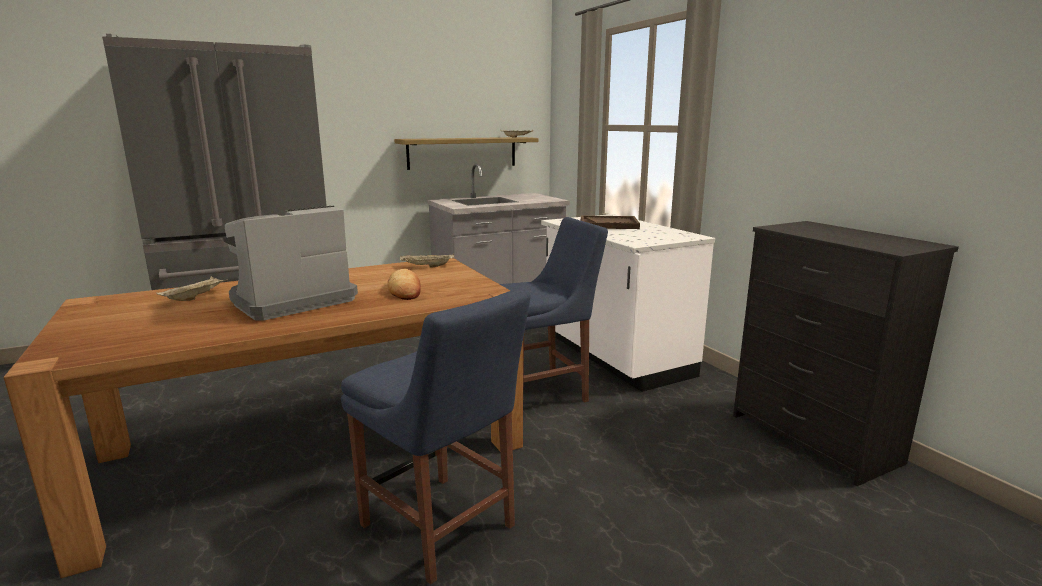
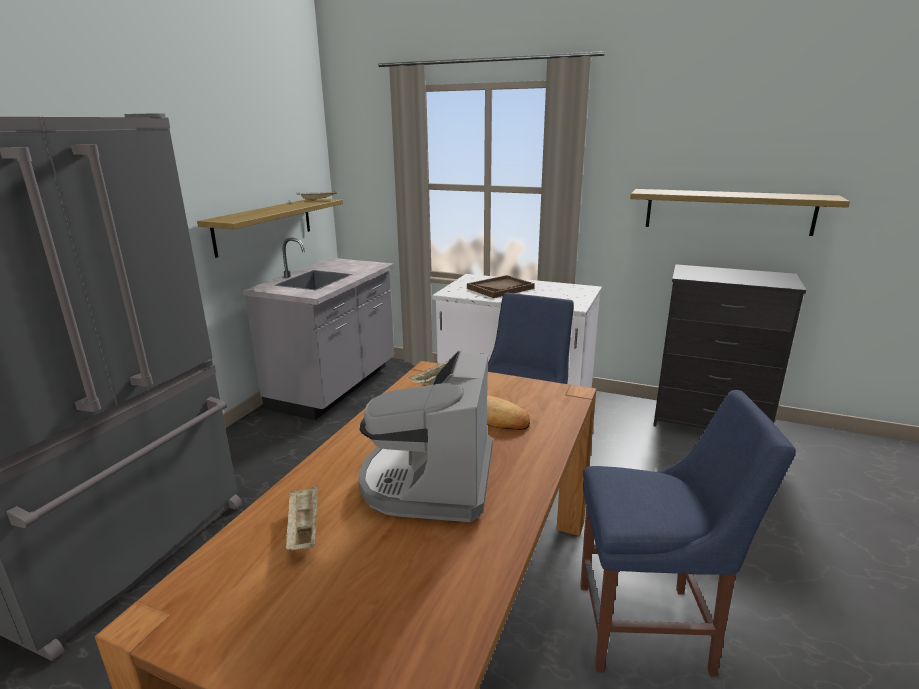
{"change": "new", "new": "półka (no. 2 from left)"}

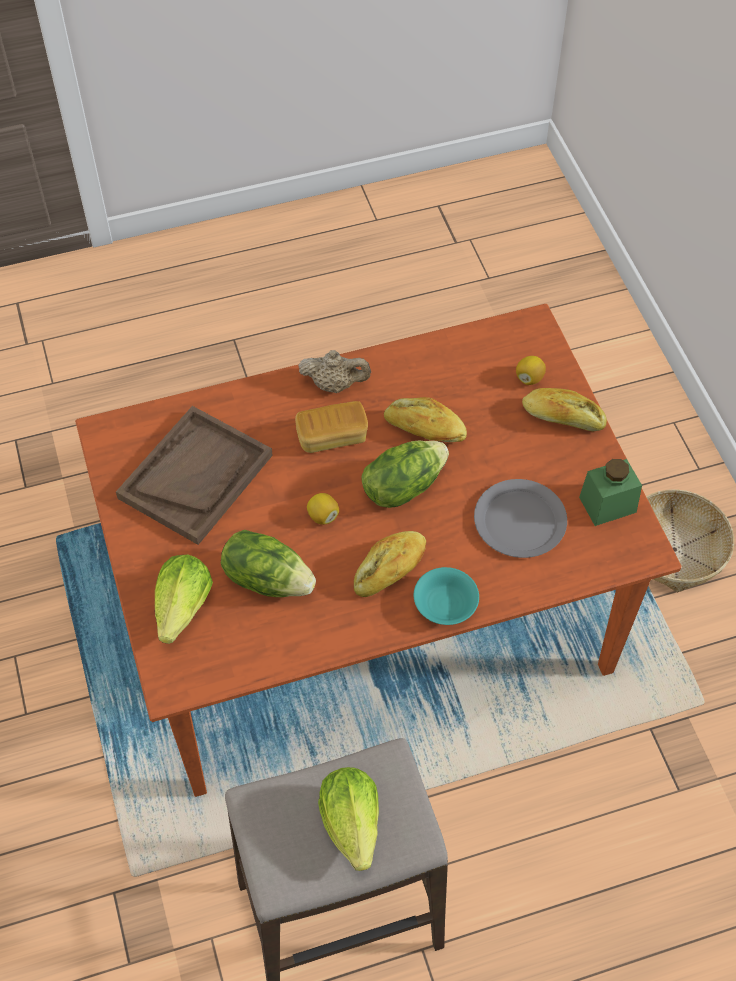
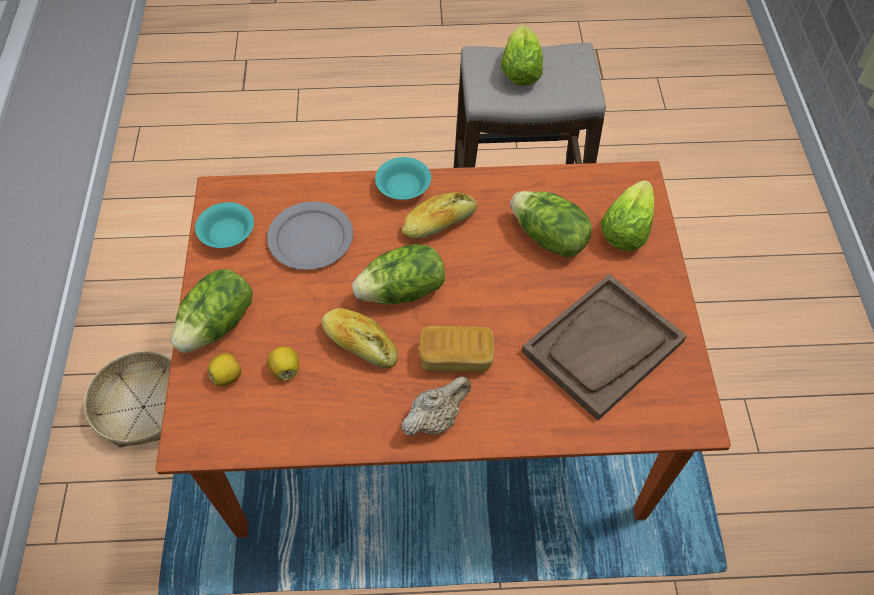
{"change": "rotated", "old": "imbryk (beżowy)", "degrees": 120}
{"change": "swapped", "old": "chleb (no. 4 from left)", "new": "sałata (no. 1 from left)"}
{"change": "swapped", "old": "słoik (zielony)", "new": "miska (turkusowy) (no. 1 from left)"}
{"change": "shifted", "old": "cytryna (no. 1 from left in the first image)", "new": "cytryna (no. 2 from left)"}

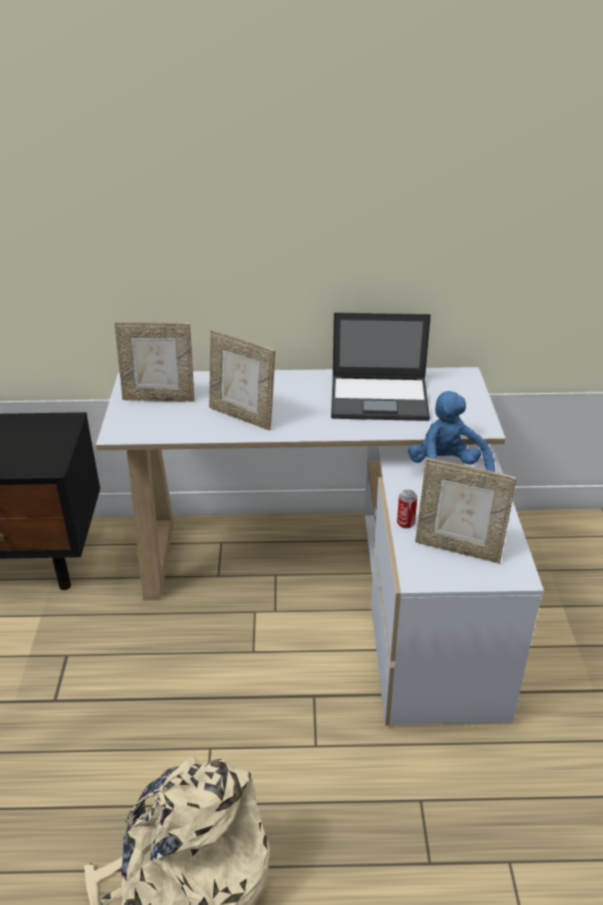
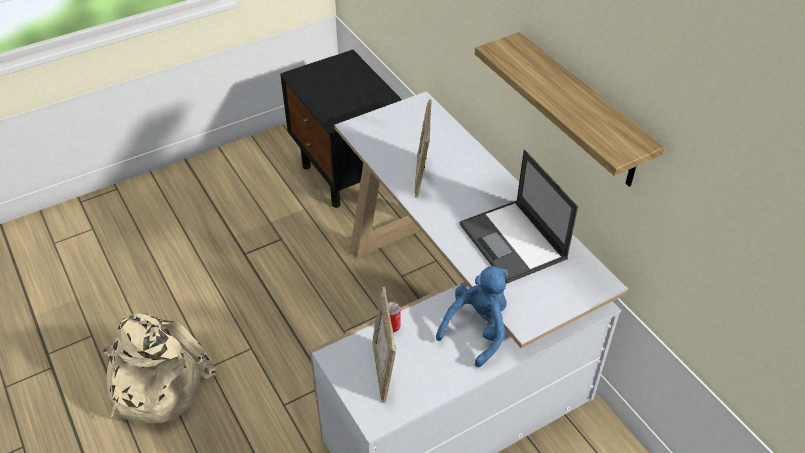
{"change": "gone", "old": "ramka na zdjęcie (no. 1 from left)"}
{"change": "new", "new": "półka"}

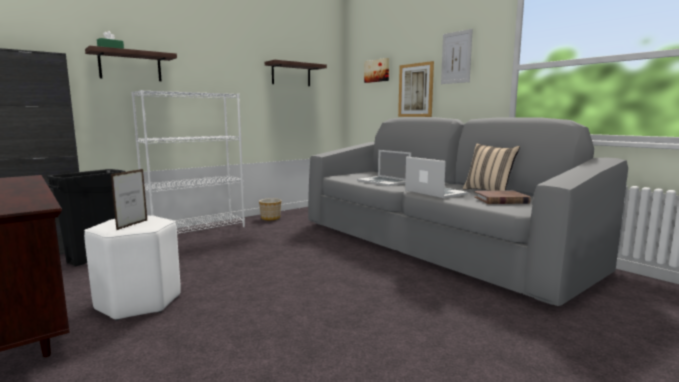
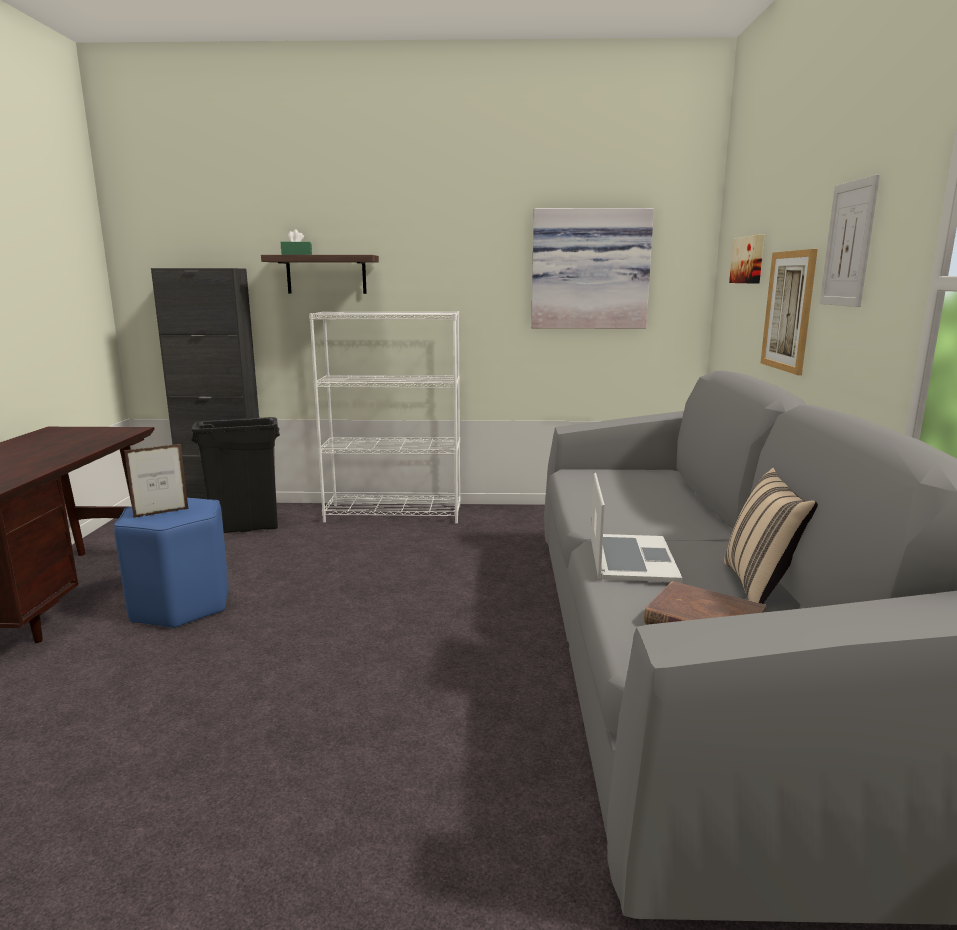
{"change": "swapped", "old": "półka (no. 2 from left)", "new": "obraz (no. 1 from left)"}
{"change": "gone", "old": "laptop (no. 1 from left)"}
{"change": "gone", "old": "donica"}
{"change": "repainted", "old": "stołek (biały)", "new": "stołek (niebieski)"}

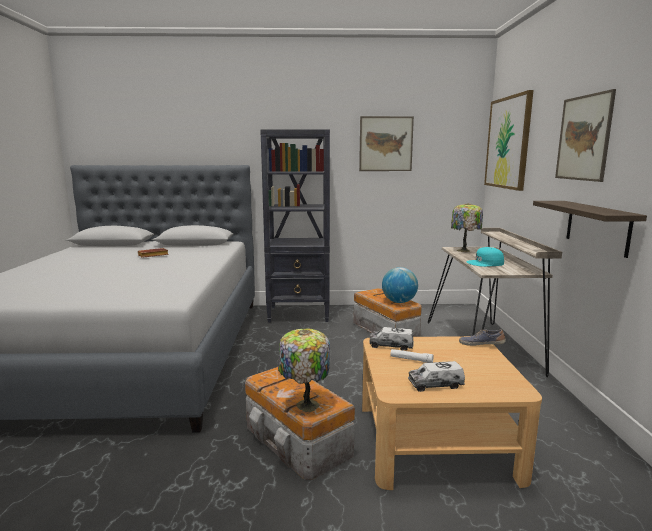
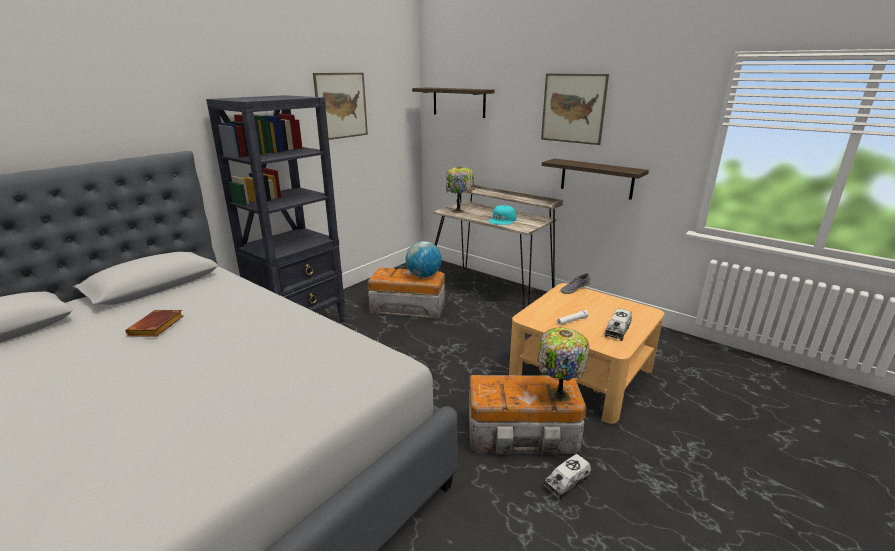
{"change": "swapped", "old": "obraz (no. 2 from left)", "new": "półka (no. 1 from left)"}
{"change": "shifted", "old": "ciężarówka zabawkowa (no. 1 from left)"}

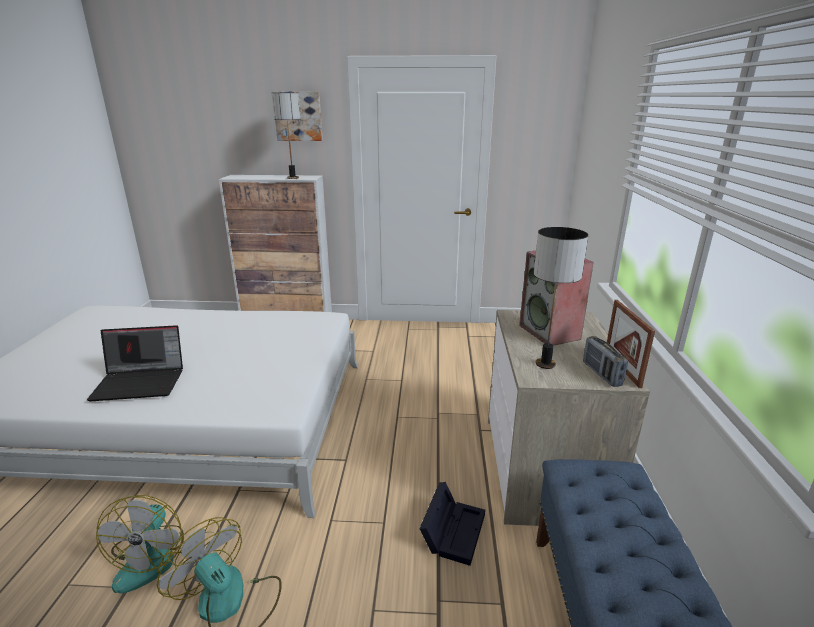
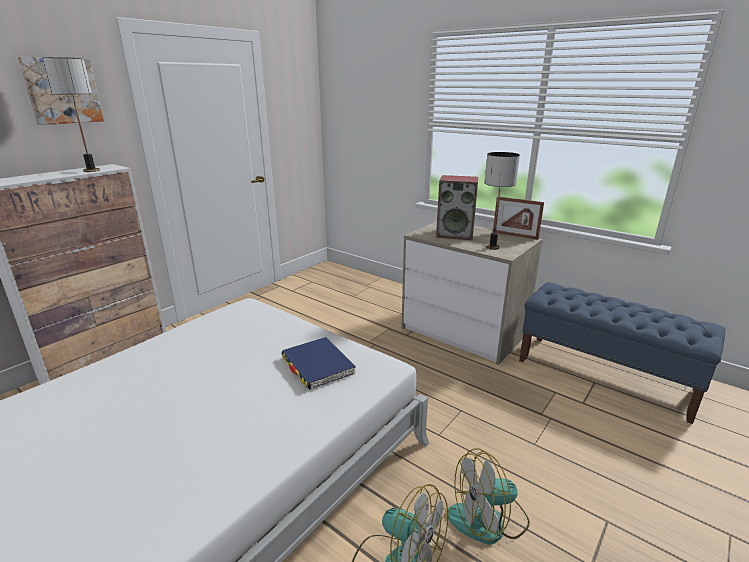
{"change": "gone", "old": "laptop"}
{"change": "gone", "old": "radio"}
{"change": "gone", "old": "pojemnik do przechowywania (czarny)"}
{"change": "new", "new": "książka (niebieski)"}

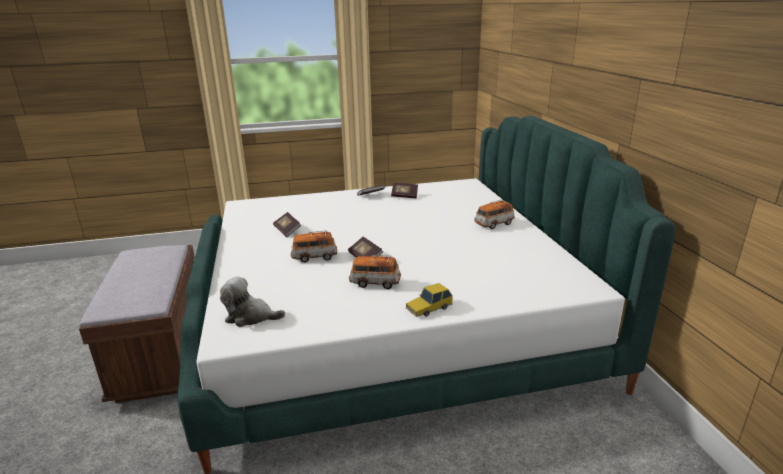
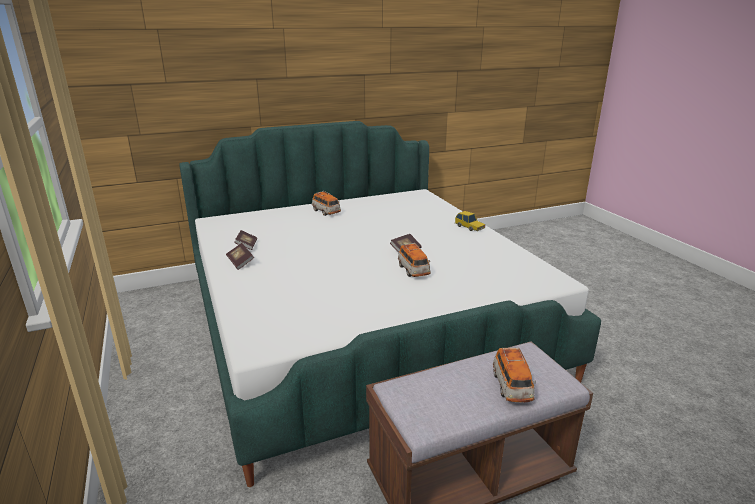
{"change": "gone", "old": "książka (no. 1 from left)"}
{"change": "shifted", "old": "samochodzik (no. 2 from left in the first image)", "new": "samochodzik (no. 4 from left)"}
{"change": "gone", "old": "pluszak"}

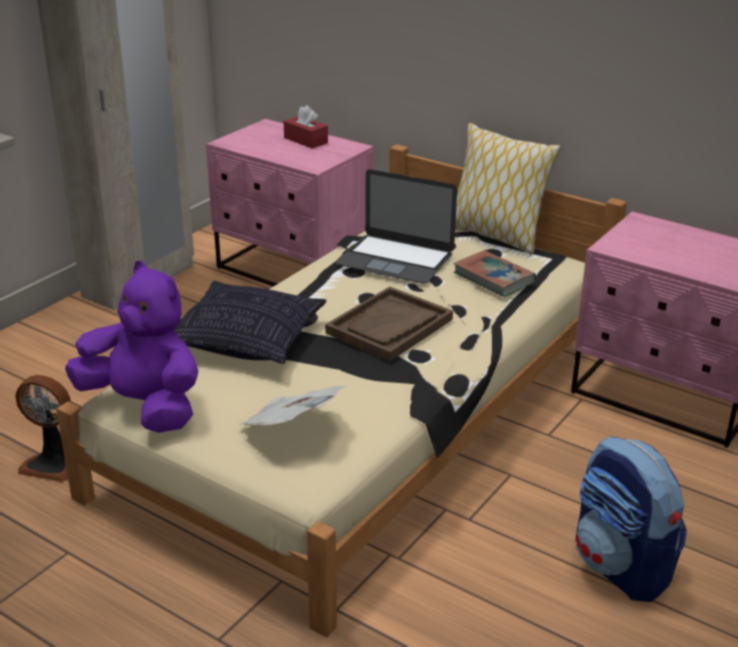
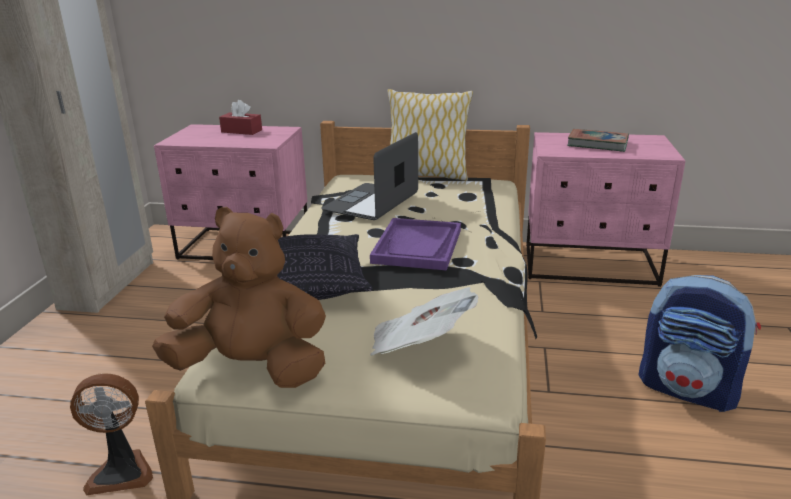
{"change": "rotated", "old": "laptop", "degrees": 120}
{"change": "shifted", "old": "książka"}
{"change": "repainted", "old": "pluszak (fioletowy)", "new": "pluszak (brązowy)"}
{"change": "repainted", "old": "taca (brązowy)", "new": "taca (fioletowy)"}

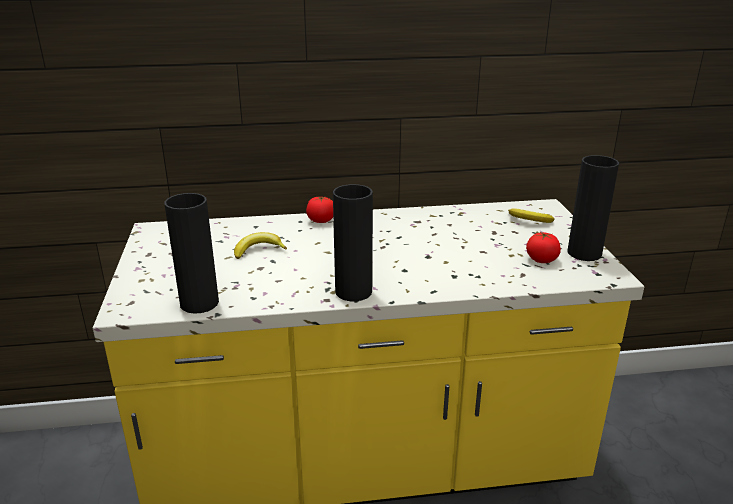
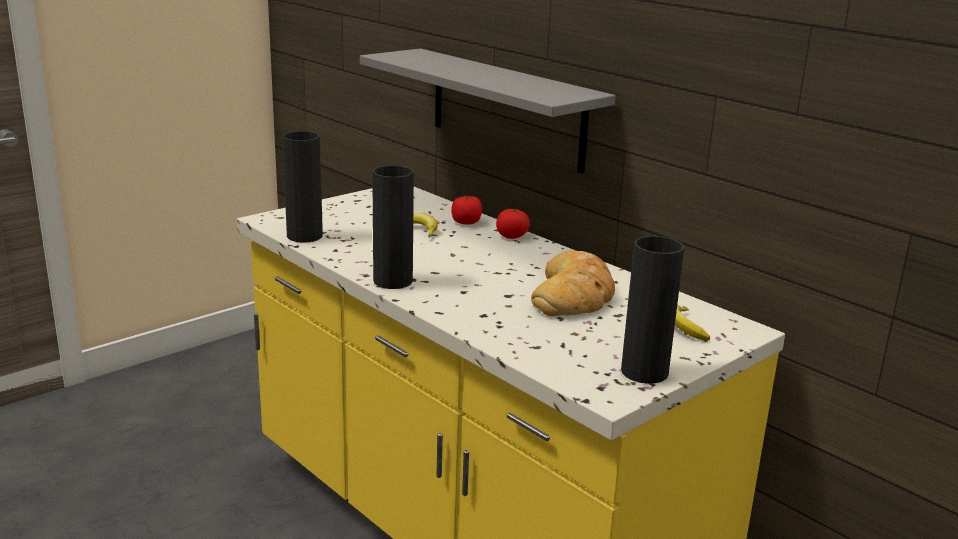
{"change": "shifted", "old": "pomidor (no. 2 from left in the first image)", "new": "pomidor (no. 1 from left)"}
{"change": "new", "new": "półka (szary)"}
{"change": "new", "new": "chleb"}

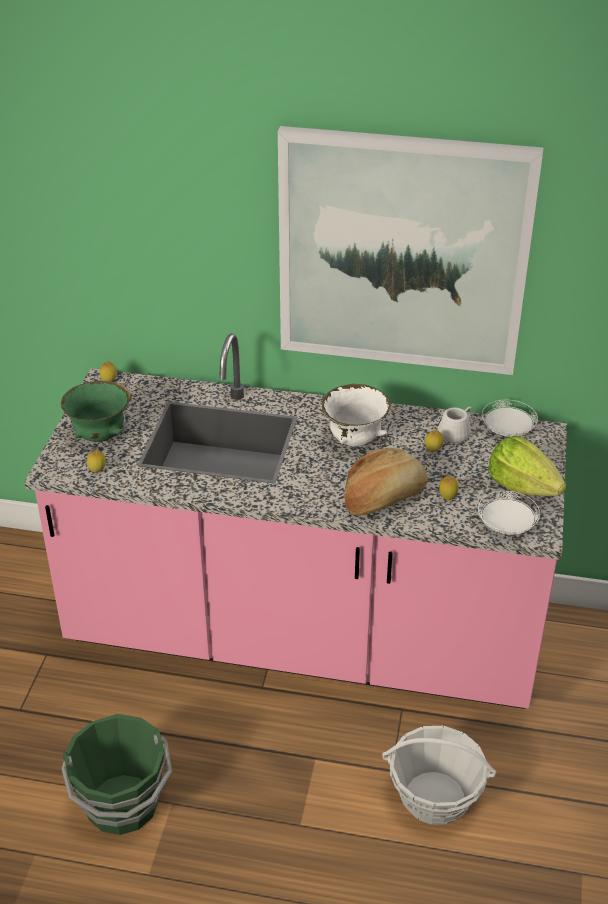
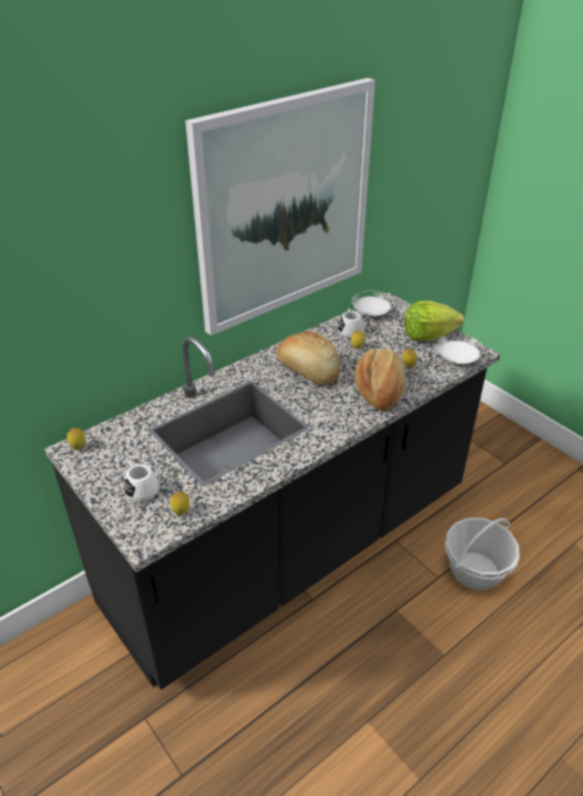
{"change": "repainted", "old": "zabudowa kuchenna (różowy)", "new": "zabudowa kuchenna (czarny)"}
{"change": "swapped", "old": "miska (zielony)", "new": "kubek (biały) (no. 1 from left)"}
{"change": "swapped", "old": "miska (biały)", "new": "chleb (no. 1 from left)"}
{"change": "gone", "old": "wiadro (zielony)"}

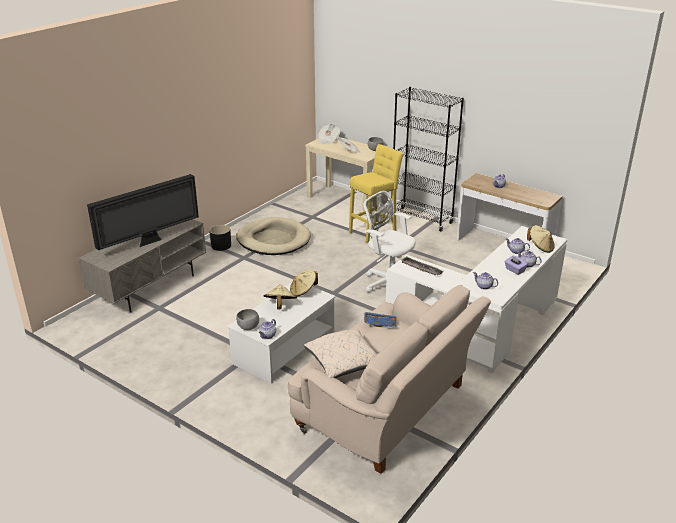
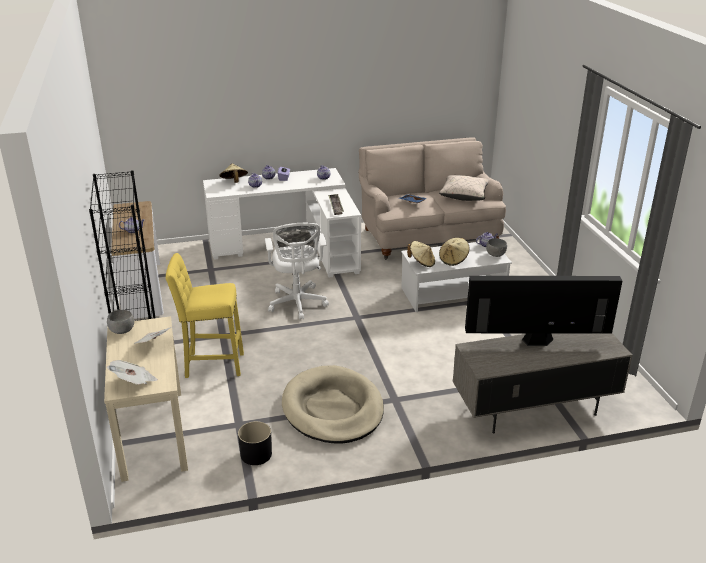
{"change": "shifted", "old": "donica (czarny)"}

